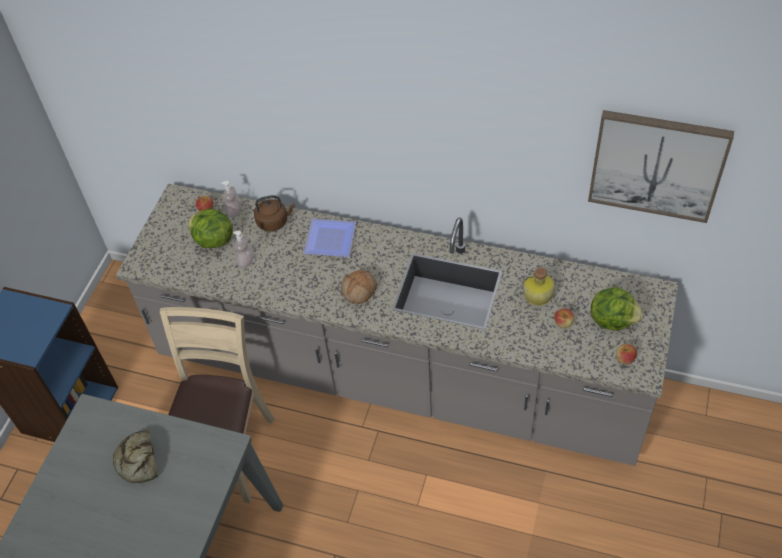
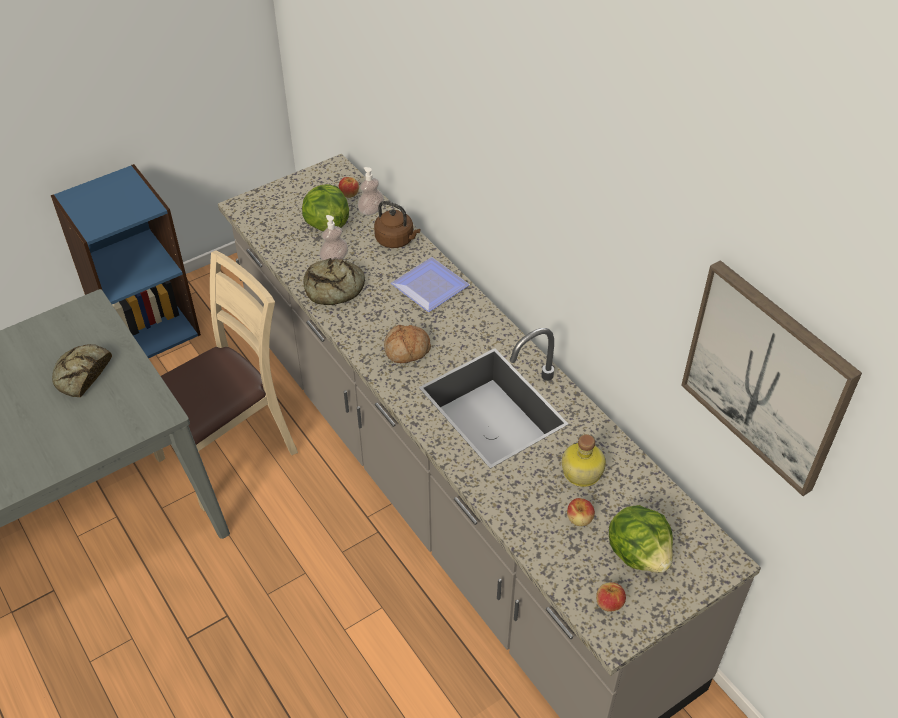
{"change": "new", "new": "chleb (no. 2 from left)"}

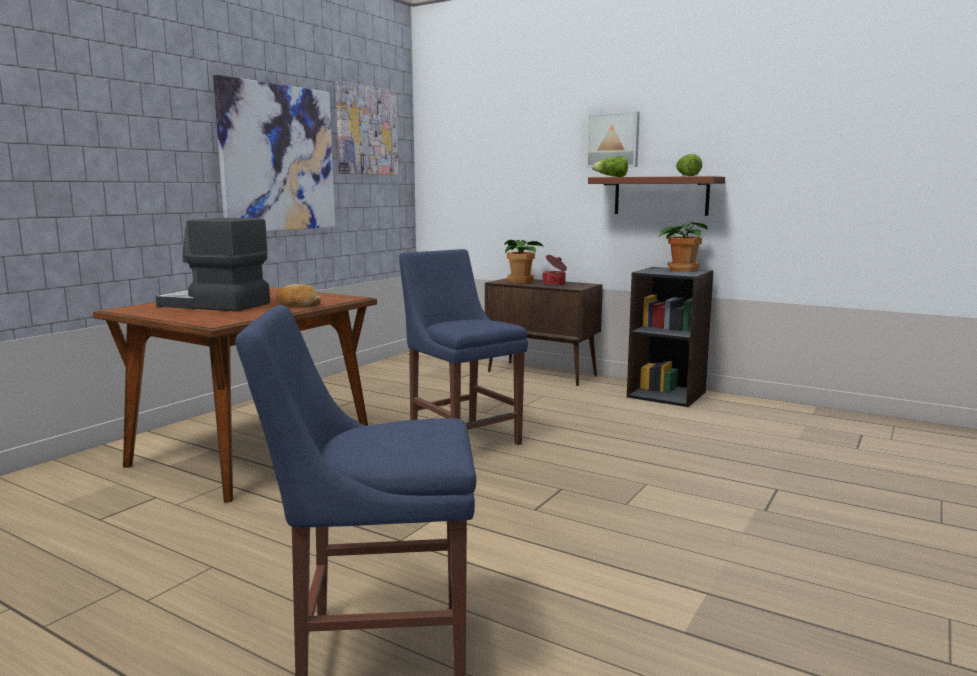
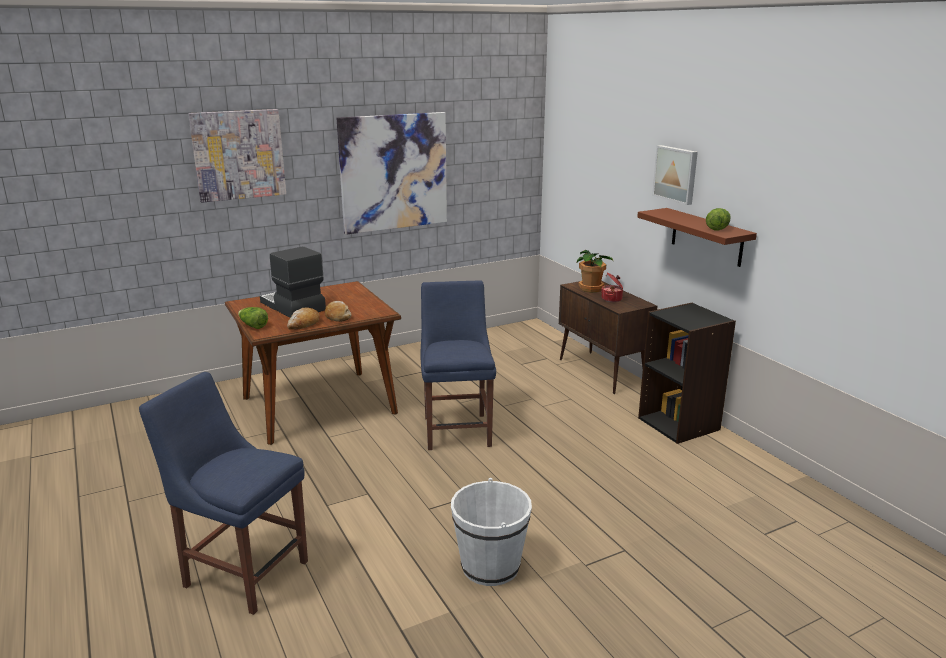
{"change": "shifted", "old": "obraz (no. 2 from left in the first image)", "new": "obraz (no. 1 from left)"}
{"change": "shifted", "old": "sałata (no. 1 from left)"}
{"change": "gone", "old": "roślina doniczkowa (no. 2 from left)"}
{"change": "new", "new": "chleb (no. 1 from left)"}
{"change": "new", "new": "wiadro (biały)"}

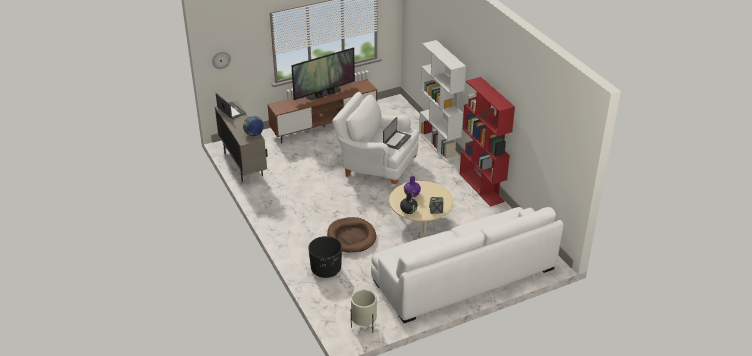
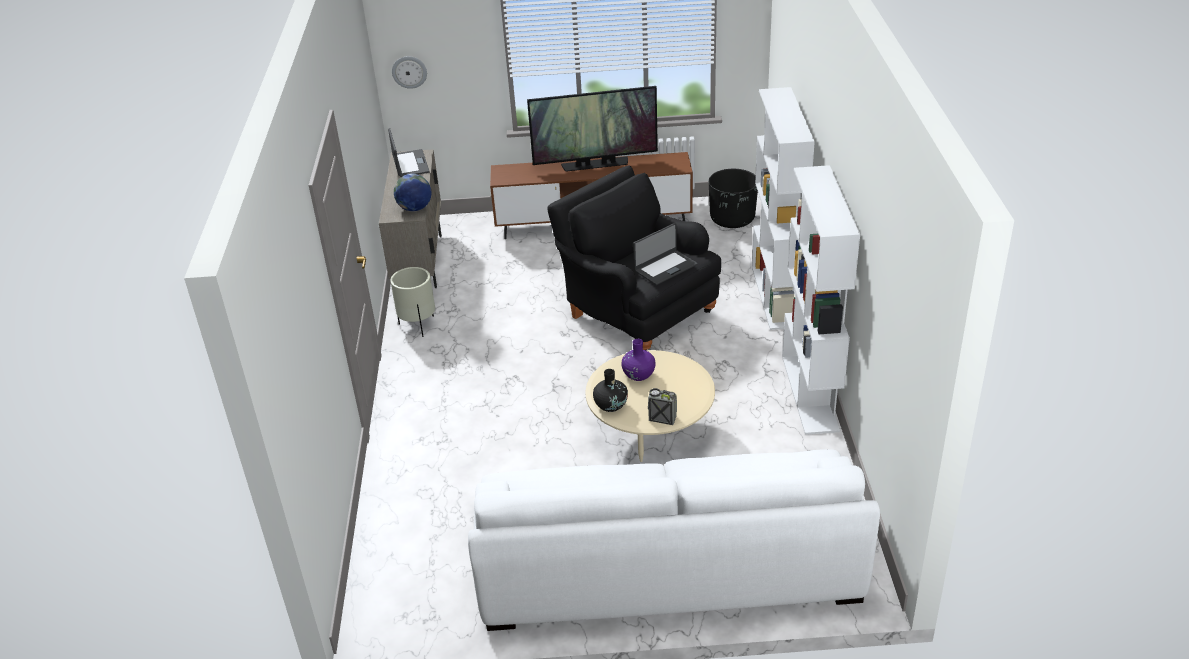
{"change": "repainted", "old": "regał (czerwony)", "new": "regał (biały) (no. 2 from left)"}
{"change": "repainted", "old": "fotel (biały)", "new": "fotel (czarny)"}
{"change": "gone", "old": "legowisko (brązowy)"}
{"change": "shifted", "old": "donica (czarny)"}
{"change": "shifted", "old": "donica (beżowy)"}

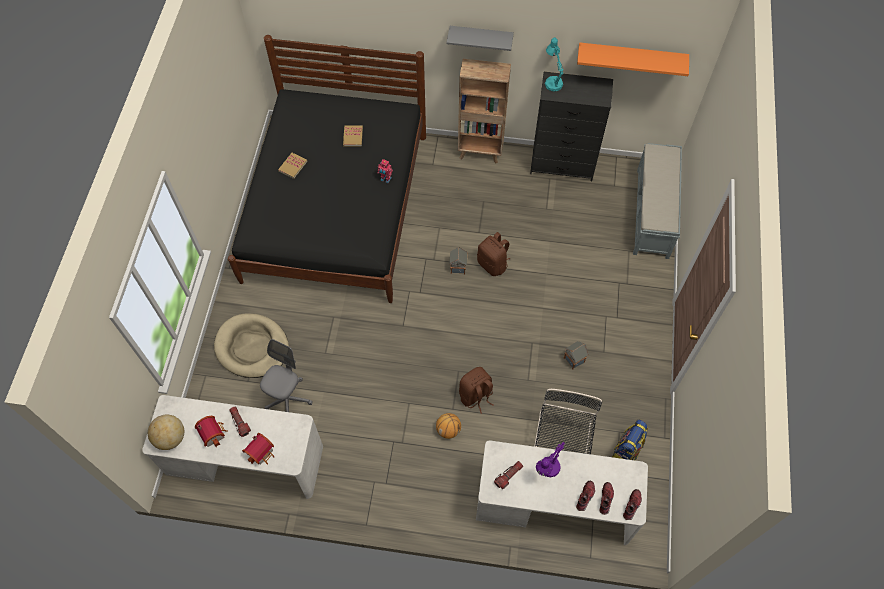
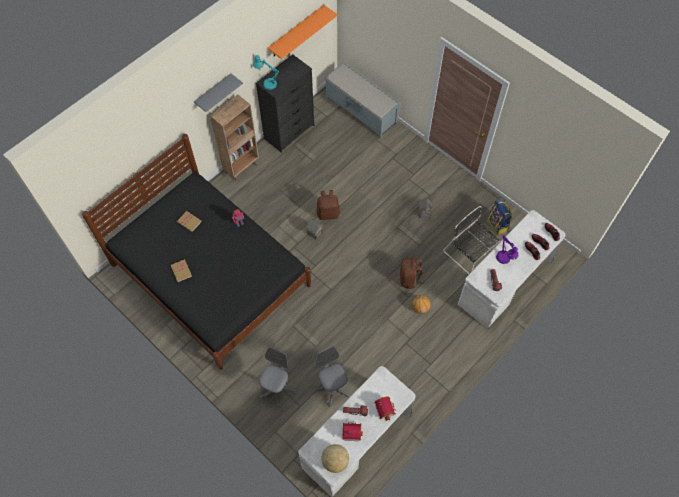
{"change": "swapped", "old": "legowisko (beżowy)", "new": "krzesło biurowe (szary) (no. 1 from left)"}

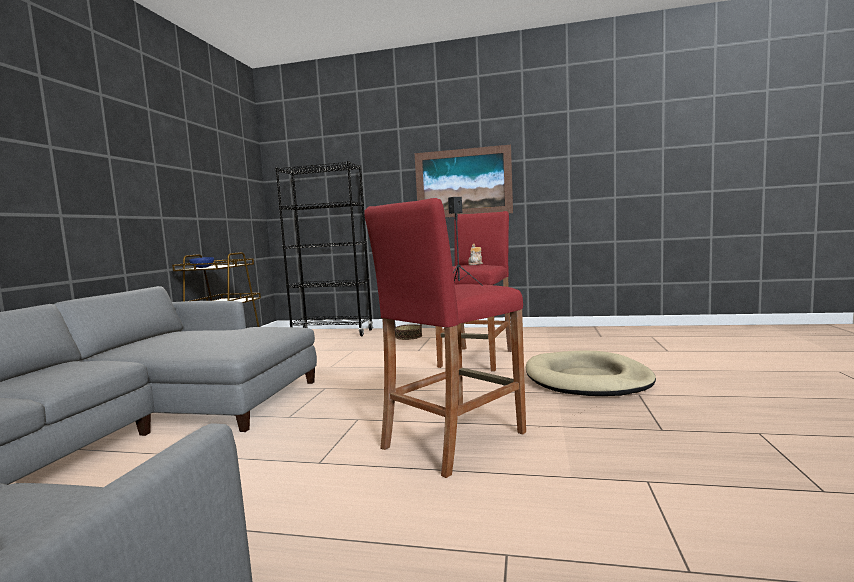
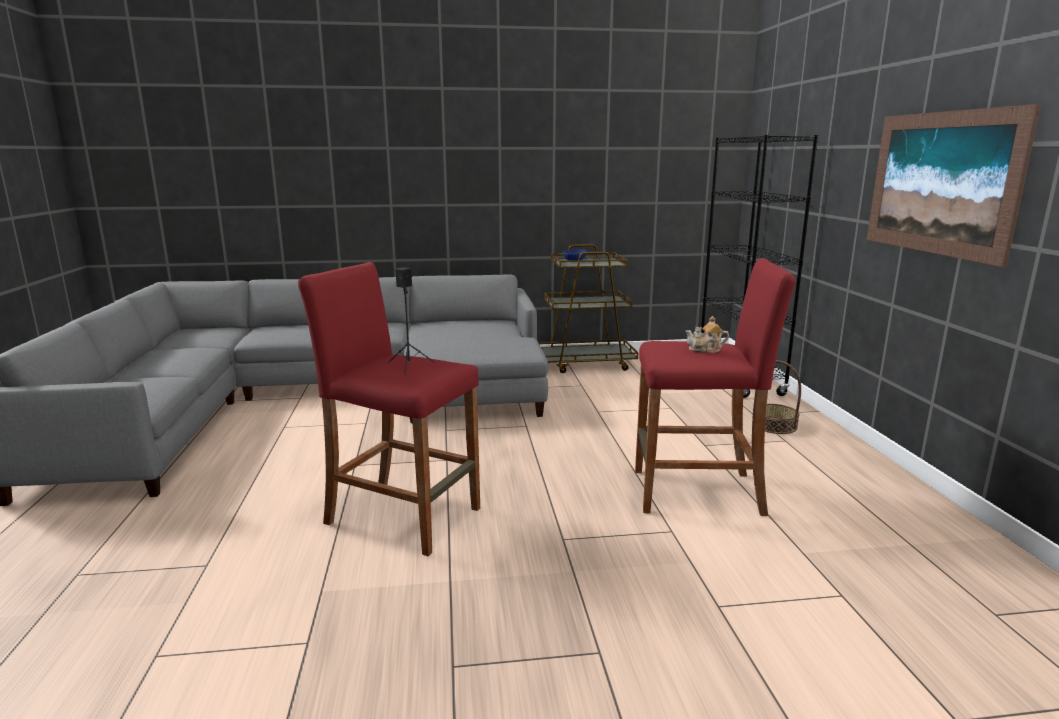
{"change": "gone", "old": "legowisko (beżowy)"}

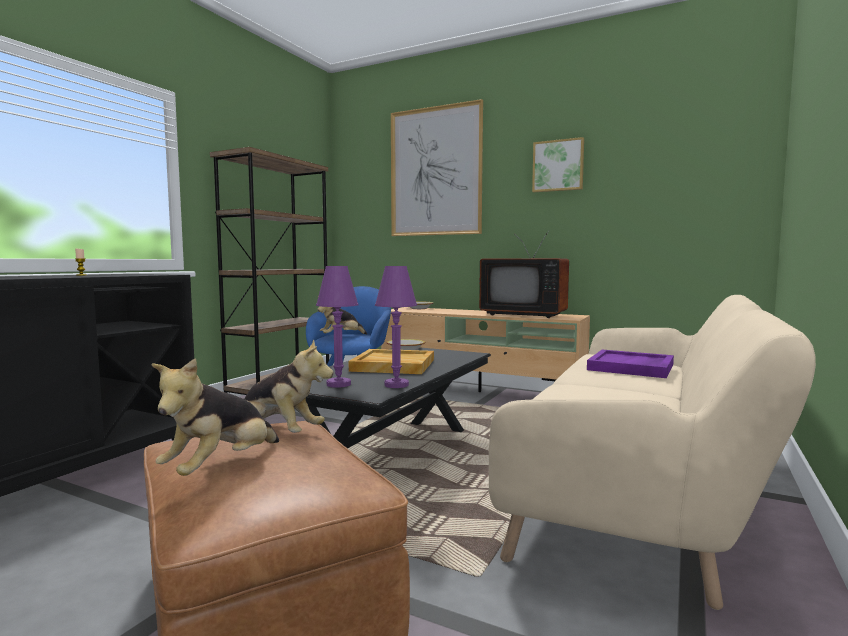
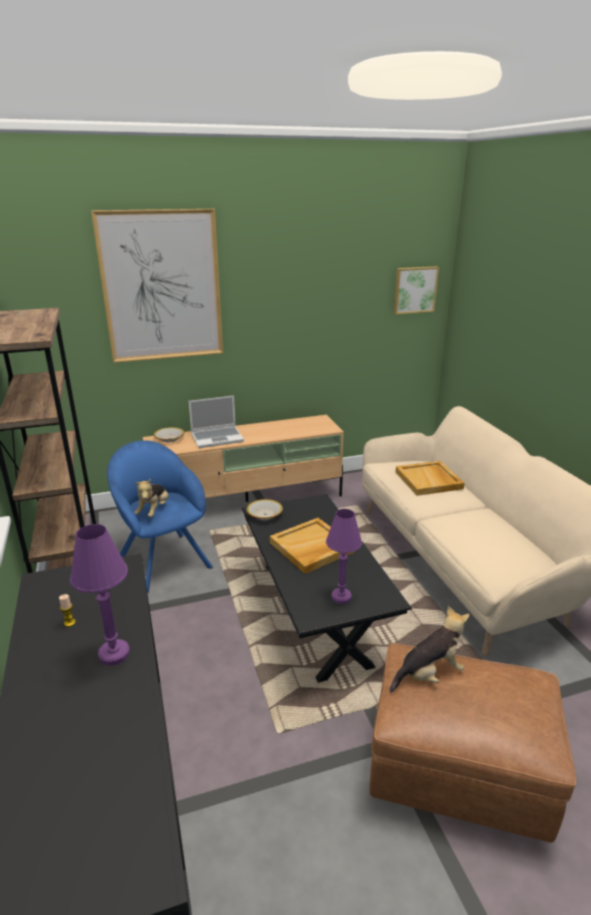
{"change": "shifted", "old": "obraz (no. 2 from left)"}
{"change": "gone", "old": "telewizor"}
{"change": "shifted", "old": "lampa stołowa (fioletowy) (no. 2 from left in the first image)", "new": "lampa stołowa (fioletowy) (no. 1 from left)"}
{"change": "repainted", "old": "taca (fioletowy)", "new": "taca (beżowy) (no. 2 from left)"}
{"change": "gone", "old": "pluszak (no. 1 from left)"}
{"change": "new", "new": "laptop"}

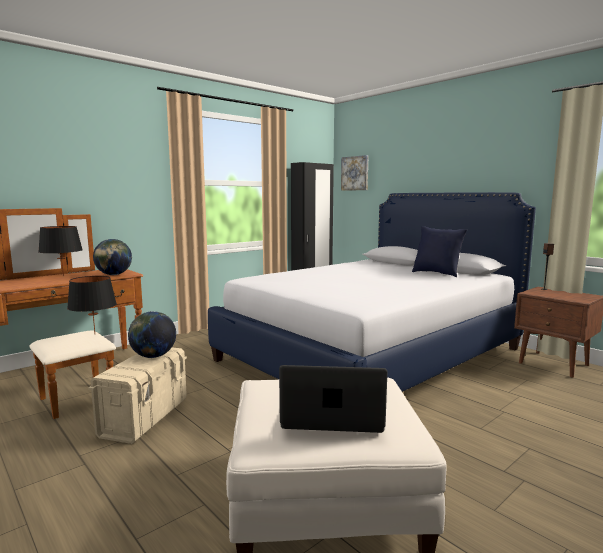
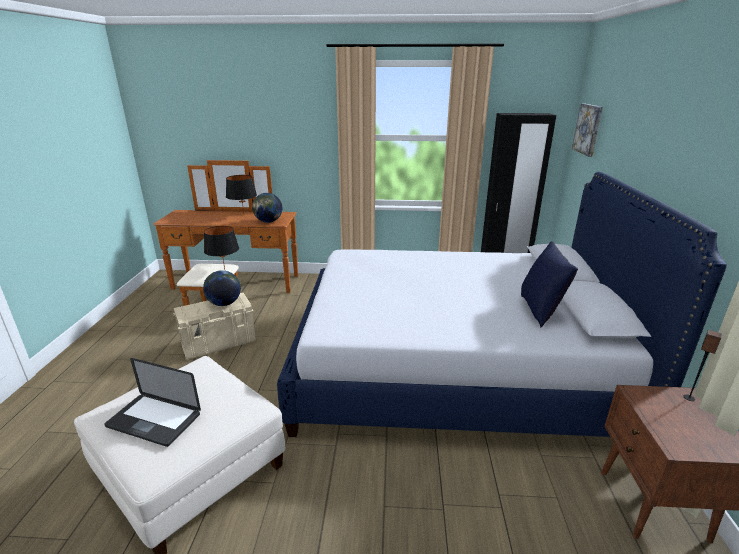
{"change": "rotated", "old": "laptop", "degrees": 150}

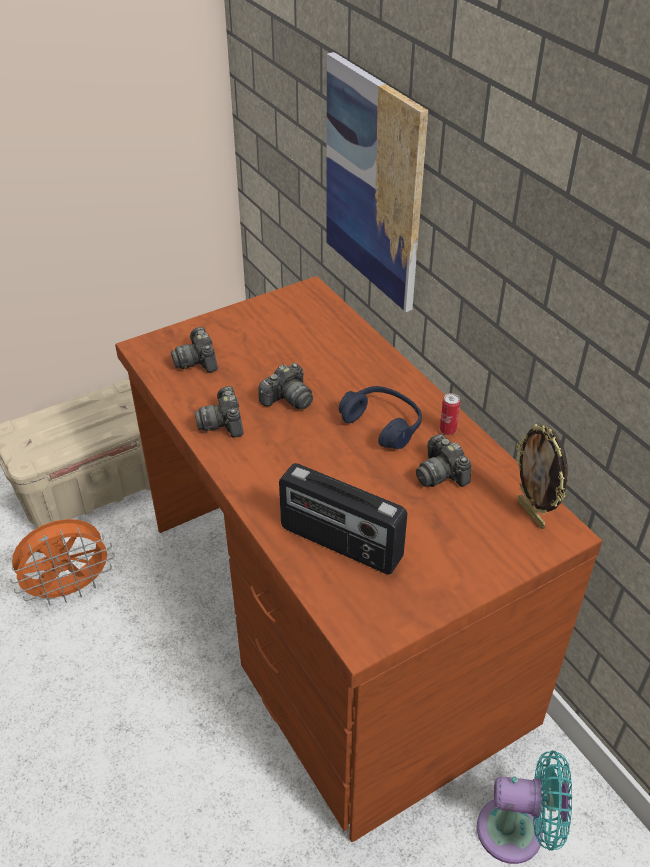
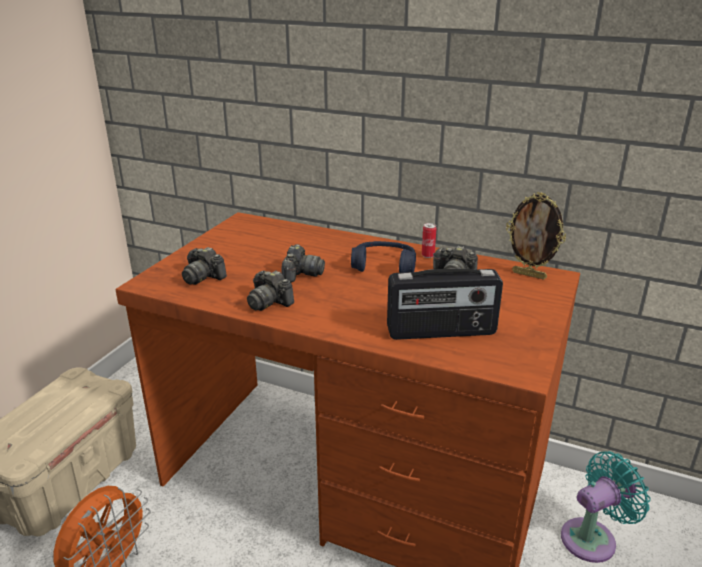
{"change": "gone", "old": "obraz"}

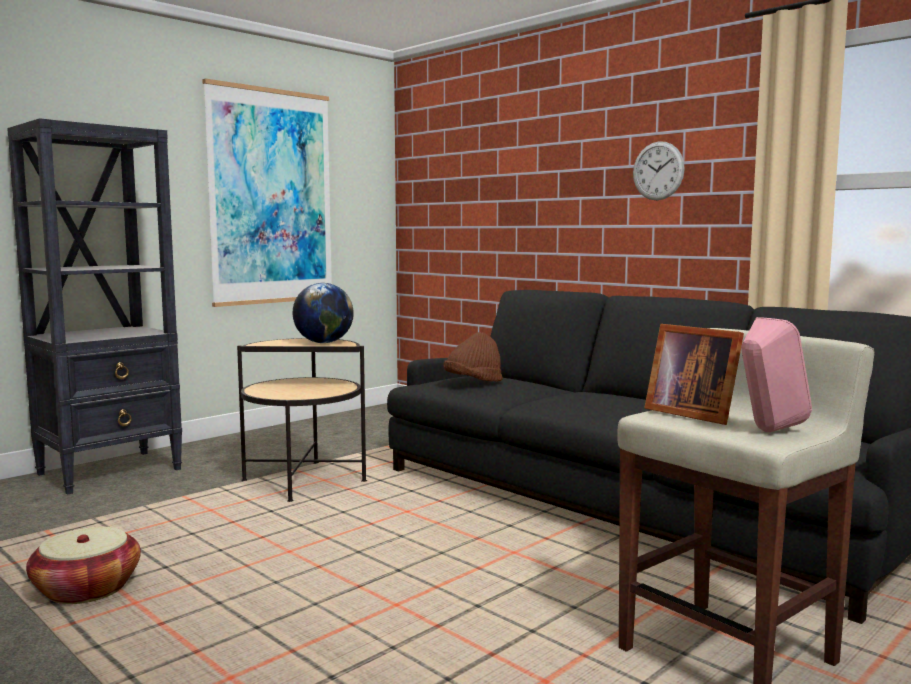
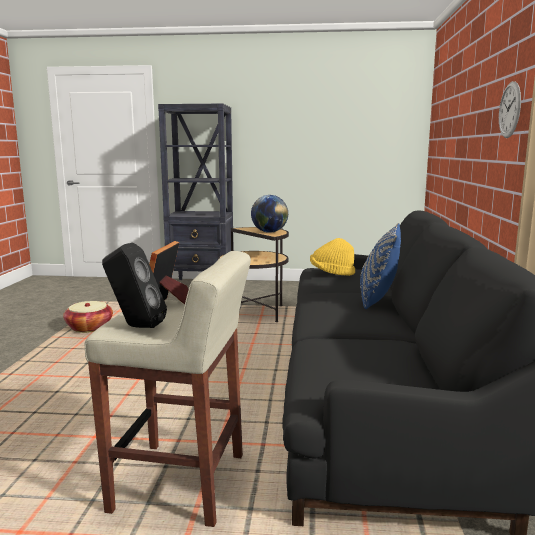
{"change": "gone", "old": "obraz"}
{"change": "repainted", "old": "głośnik (różowy)", "new": "głośnik (czarny)"}
{"change": "repainted", "old": "kapelusz (brązowy)", "new": "kapelusz (żółty)"}
{"change": "new", "new": "poduszka (niebieski)"}

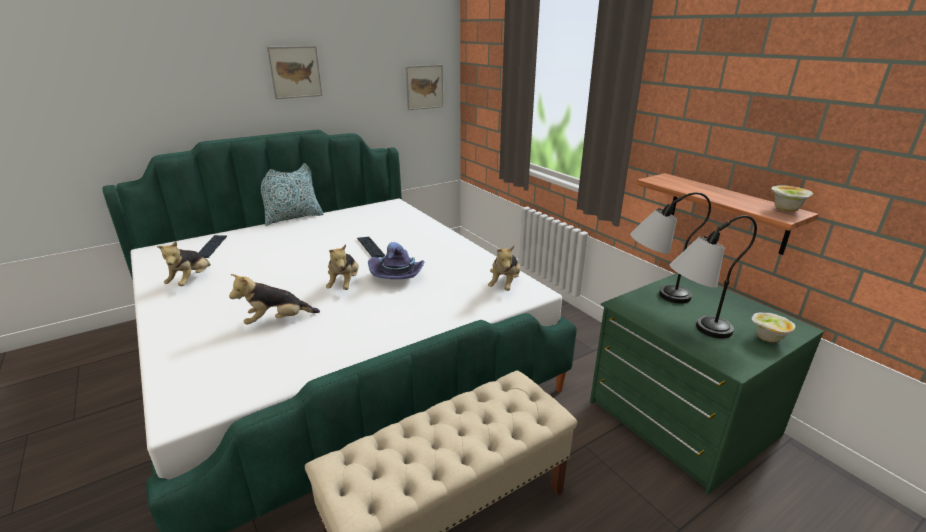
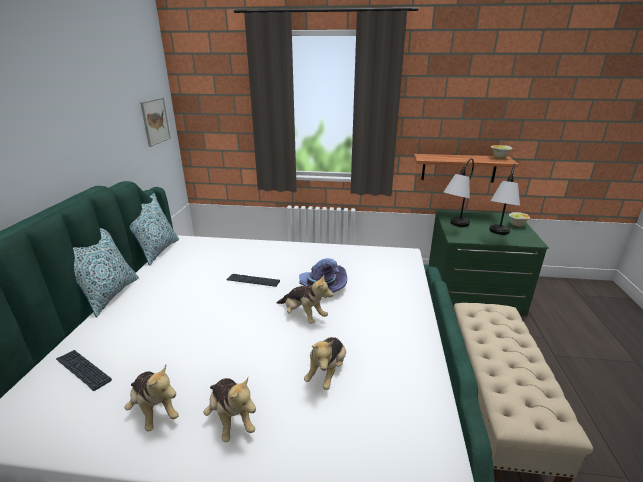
{"change": "gone", "old": "obraz (no. 1 from left)"}
{"change": "shifted", "old": "pluszak (no. 4 from left in the first image)", "new": "pluszak (no. 2 from left)"}
{"change": "new", "new": "poduszka (no. 2 from left)"}

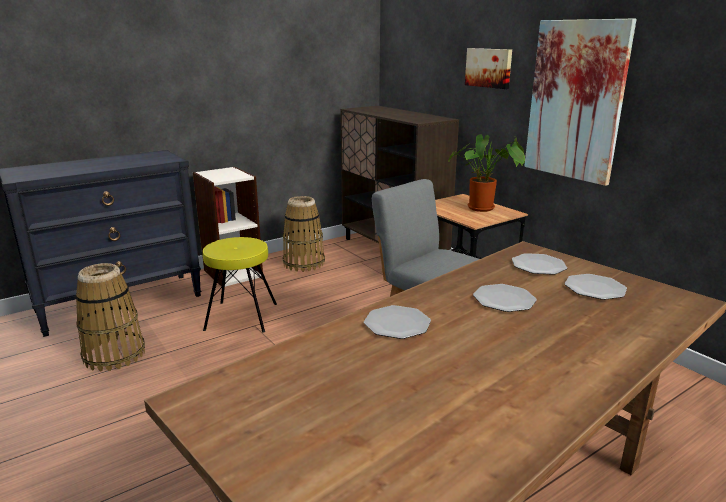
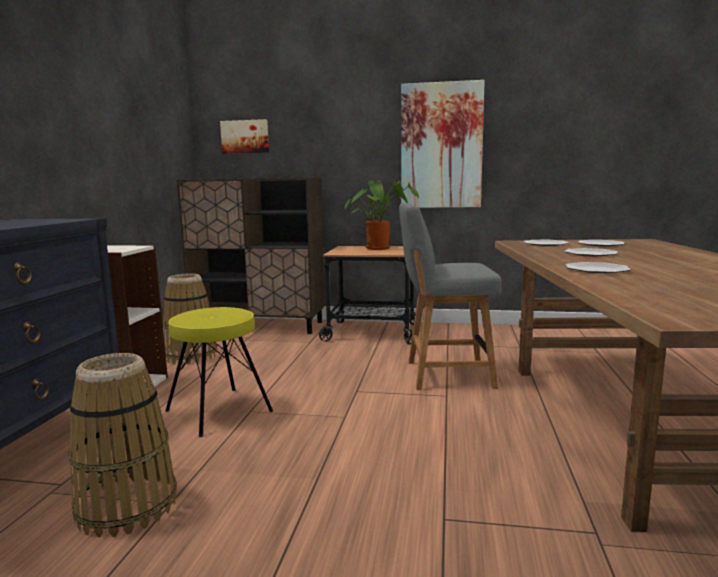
{"change": "shifted", "old": "obraz (no. 1 from left)"}

